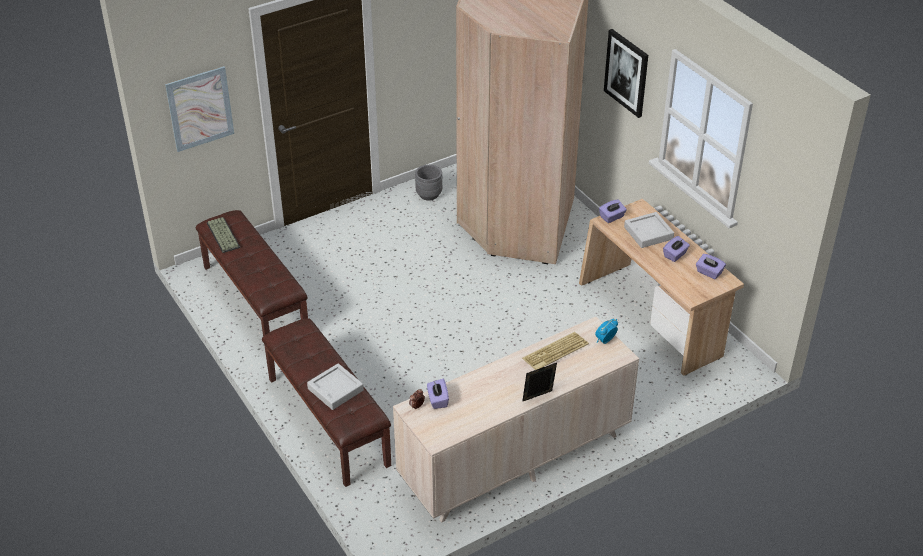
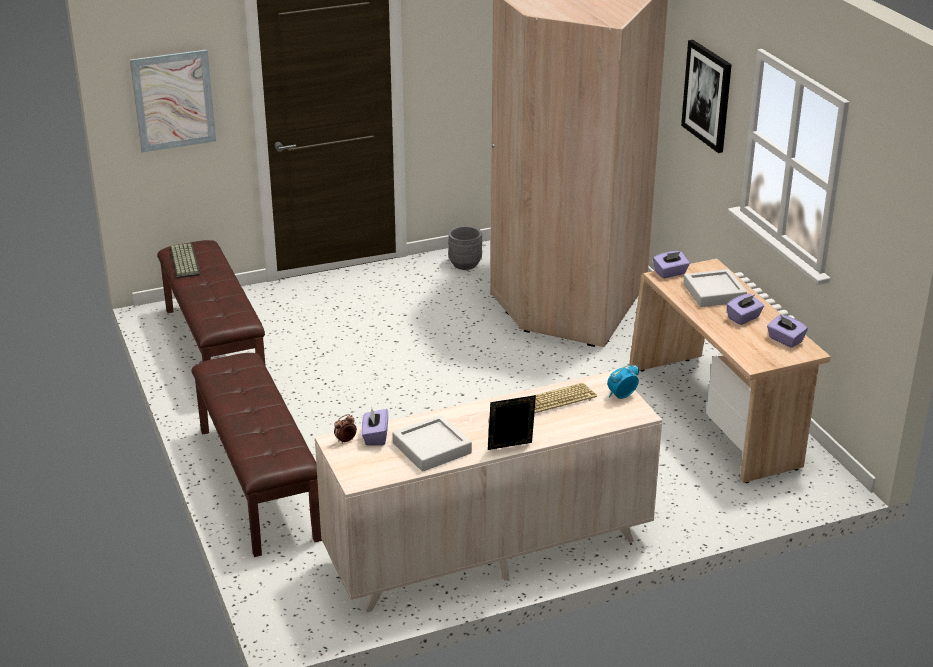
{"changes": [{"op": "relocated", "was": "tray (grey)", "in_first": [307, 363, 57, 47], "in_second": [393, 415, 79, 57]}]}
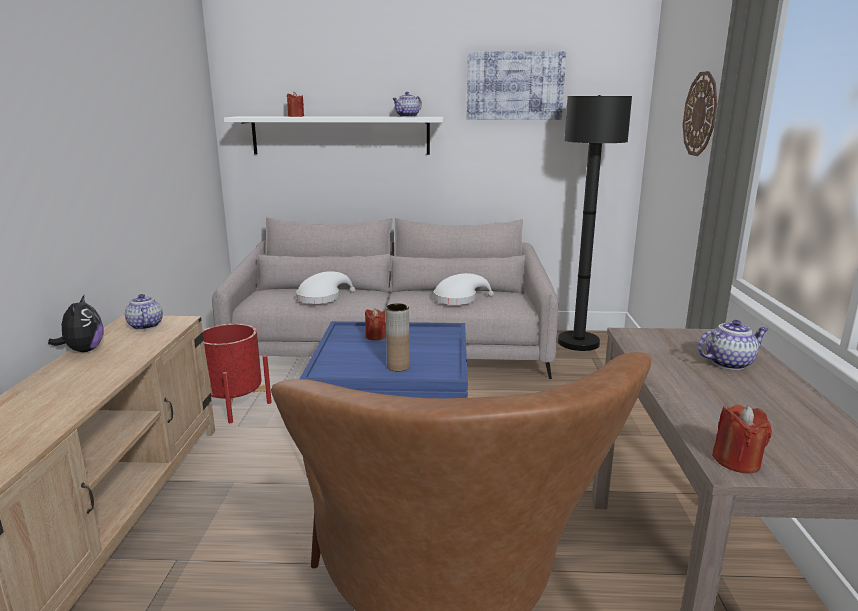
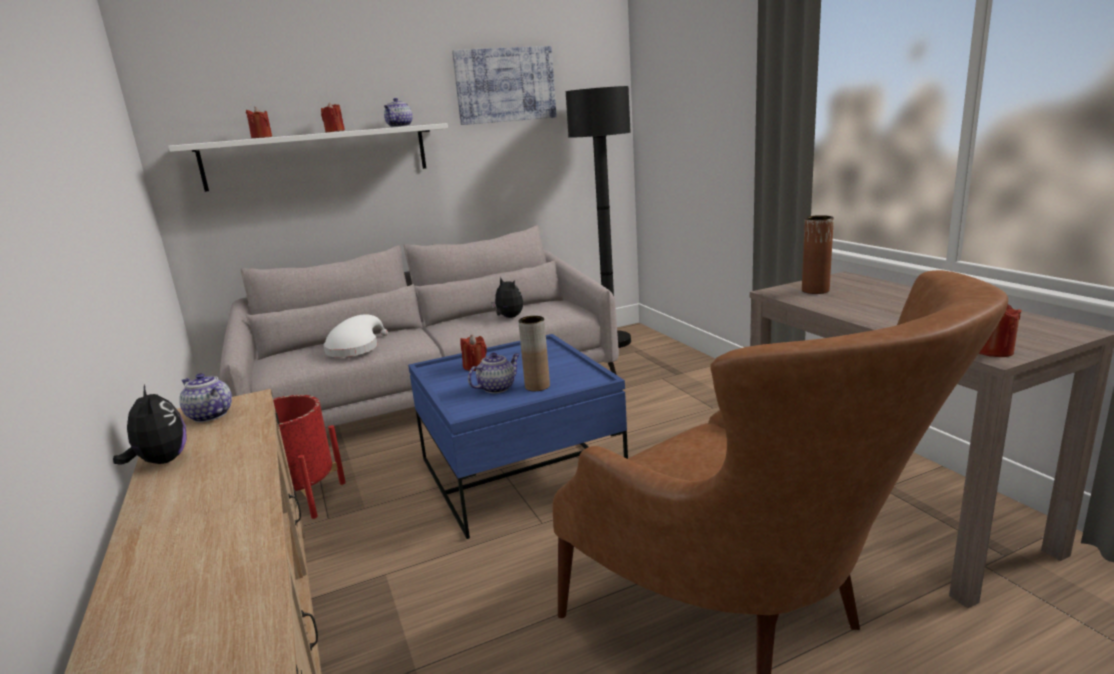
{"changes": [{"op": "missing", "was": "wall clock", "in_first": [683, 71, 34, 85]}, {"op": "appeared", "now": "candle (red)", "in_second": [321, 102, 24, 31]}, {"op": "appeared", "now": "vase (brown)", "in_second": [802, 215, 32, 79]}, {"op": "relocated", "was": "teapot", "in_first": [698, 320, 70, 50], "in_second": [468, 353, 52, 40]}, {"op": "exchanged", "was": "hat (white)", "now": "plush toy", "in_first": [433, 273, 61, 32], "in_second": [491, 277, 32, 41]}]}
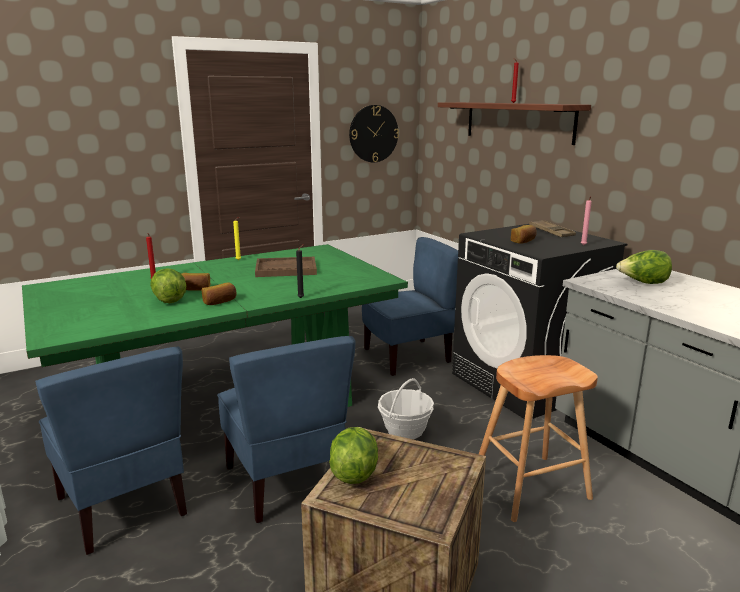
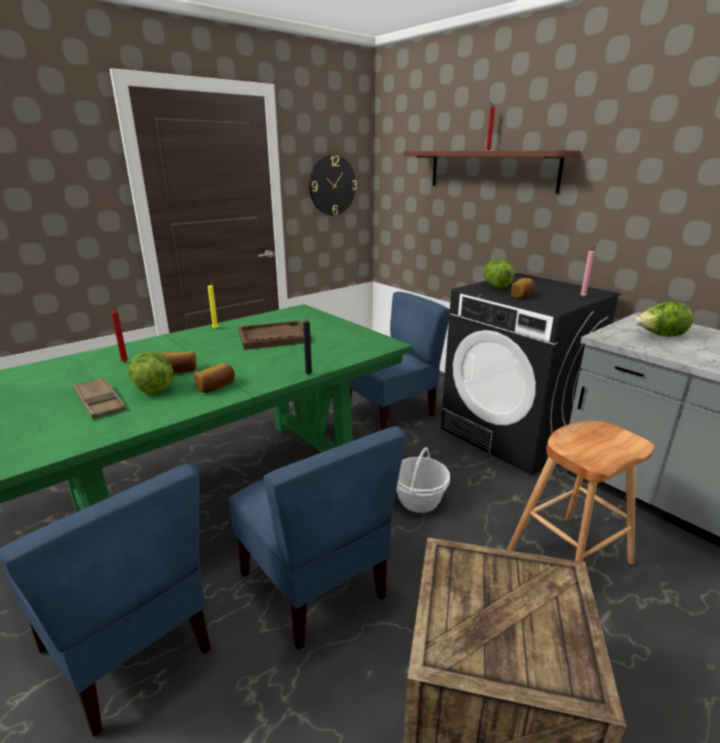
{"changes": [{"op": "relocated", "was": "lettuce", "in_first": [329, 427, 49, 57], "in_second": [483, 258, 31, 31]}, {"op": "relocated", "was": "tray (brown)", "in_first": [529, 220, 47, 17], "in_second": [73, 377, 53, 42]}]}
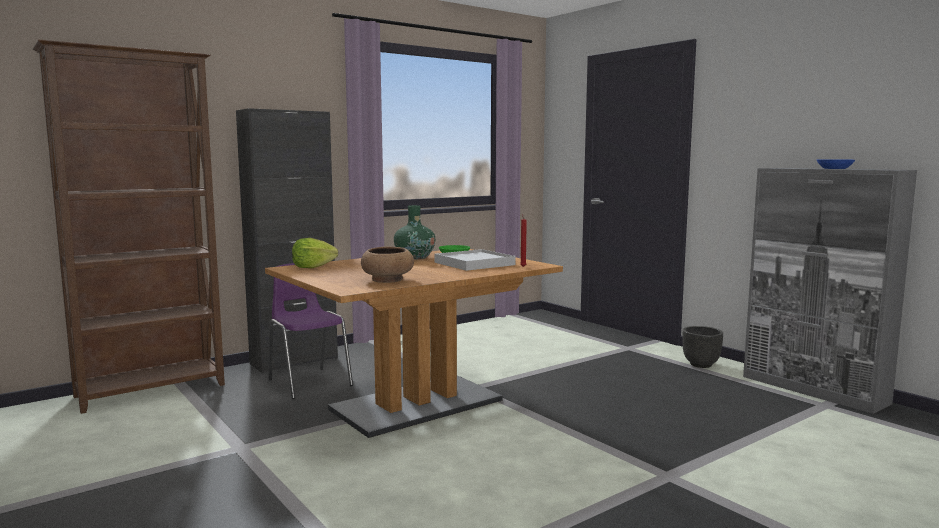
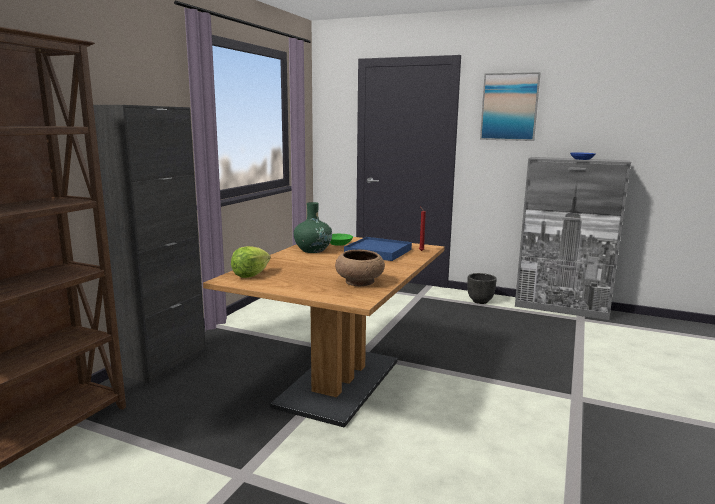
{"changes": [{"op": "missing", "was": "chair (purple)", "in_first": [269, 263, 84, 136]}, {"op": "appeared", "now": "picture", "in_second": [480, 72, 61, 69]}, {"op": "colour", "was": "tray (white)", "now": "tray (blue)", "in_first": [434, 249, 82, 22], "in_second": [344, 237, 68, 24]}]}
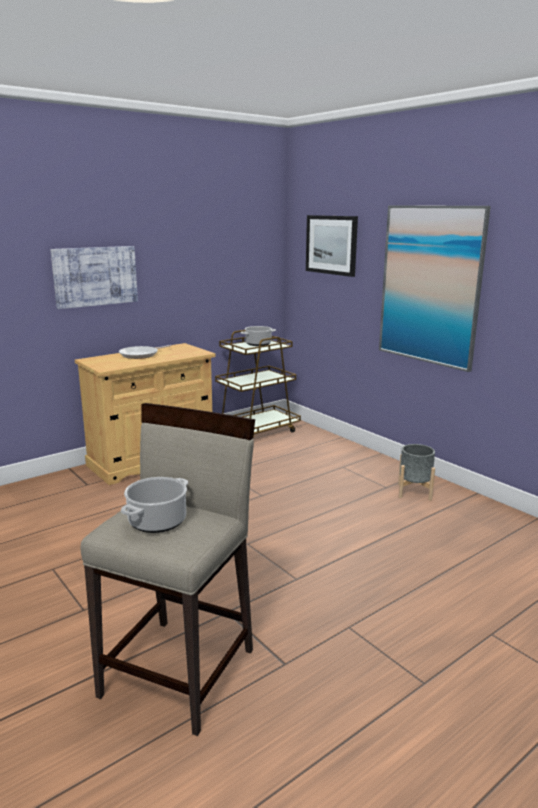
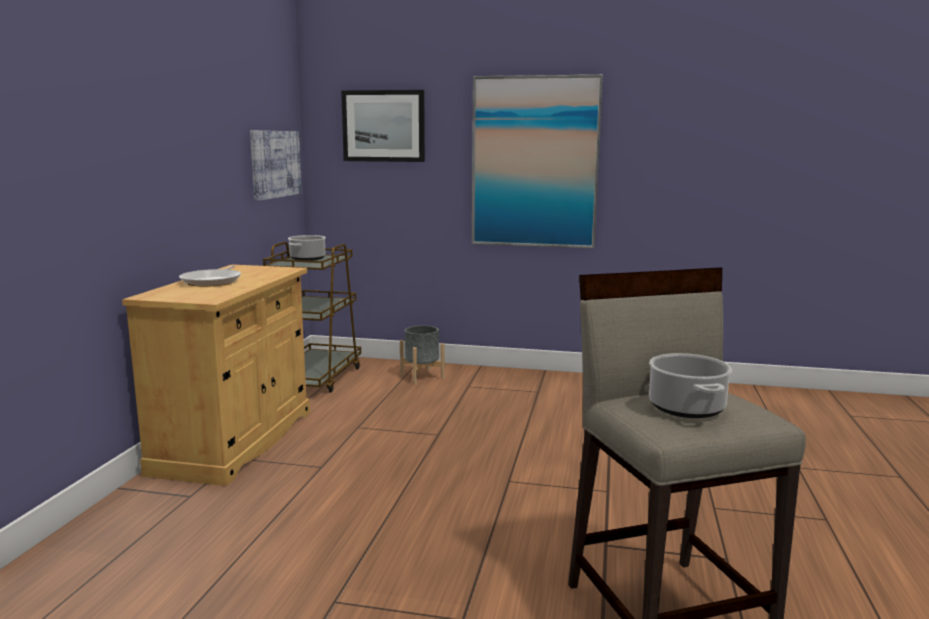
{"changes": [{"op": "relocated", "was": "picture", "in_first": [50, 246, 88, 63], "in_second": [250, 130, 52, 71]}, {"op": "relocated", "was": "planter (grey)", "in_first": [398, 444, 37, 57], "in_second": [400, 325, 44, 59]}]}
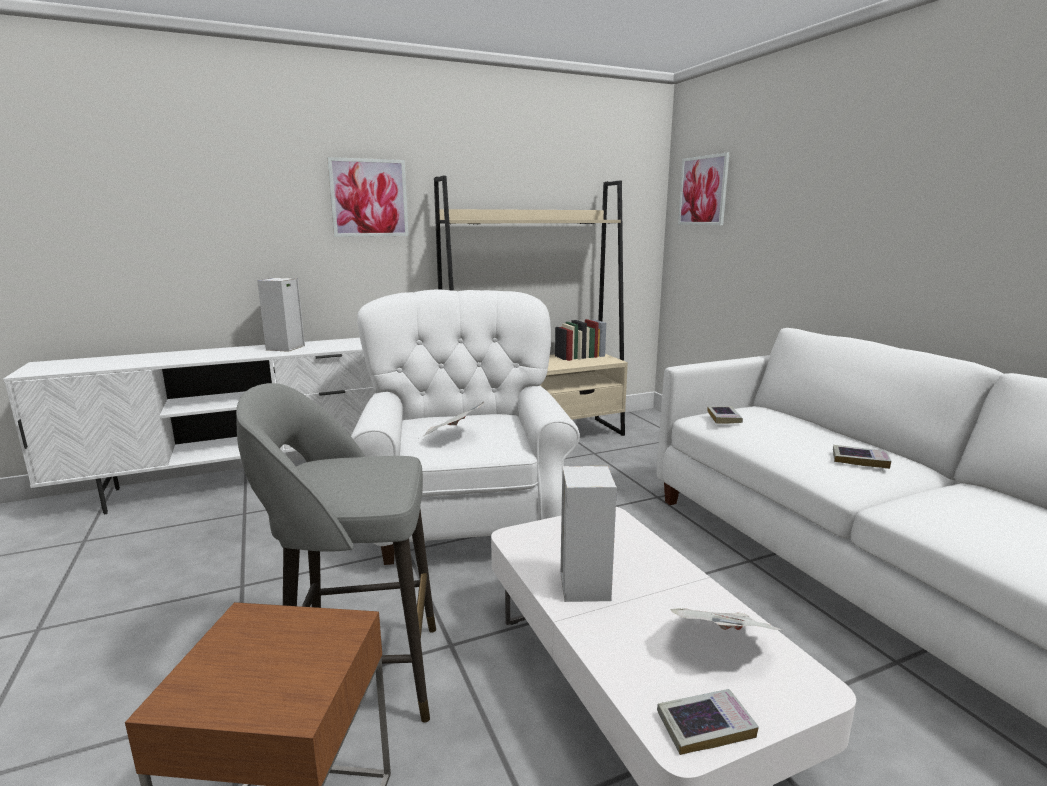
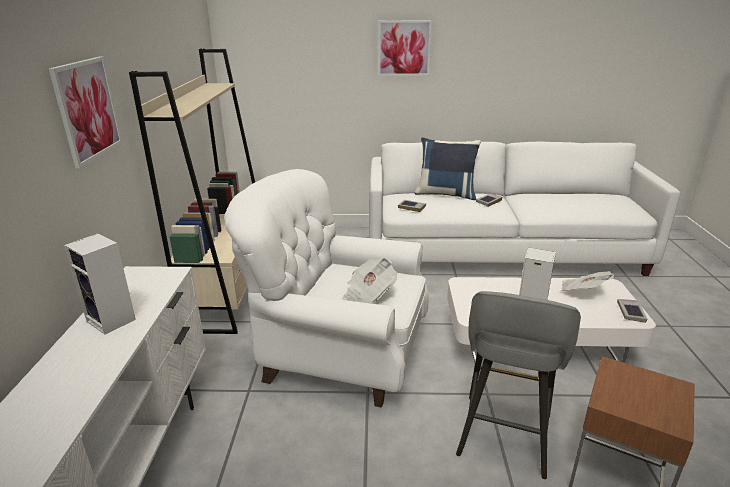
{"changes": [{"op": "appeared", "now": "pillow (blue)", "in_second": [415, 137, 66, 63]}, {"op": "relocated", "was": "picture", "in_first": [678, 153, 52, 72], "in_second": [378, 20, 54, 56]}]}
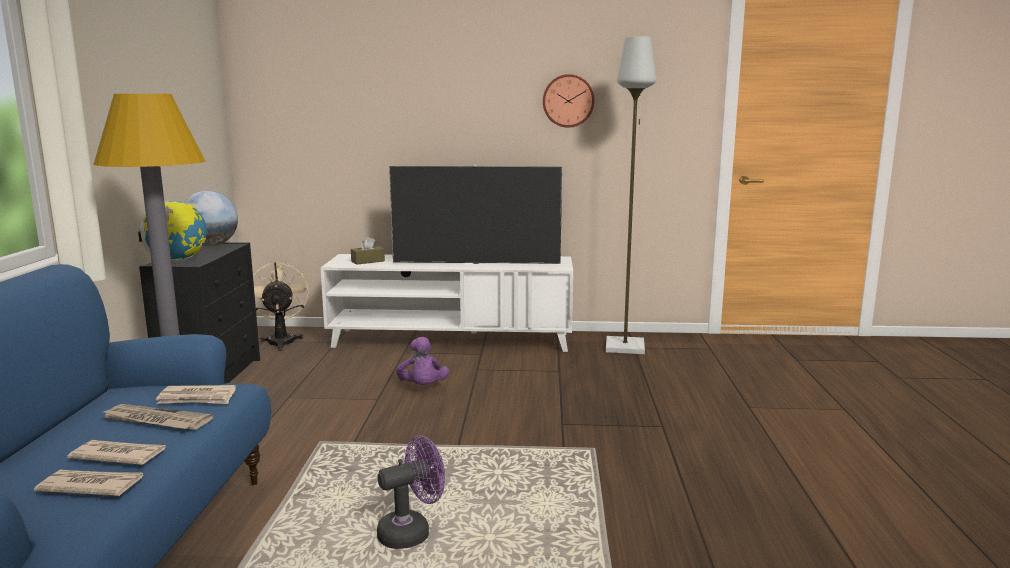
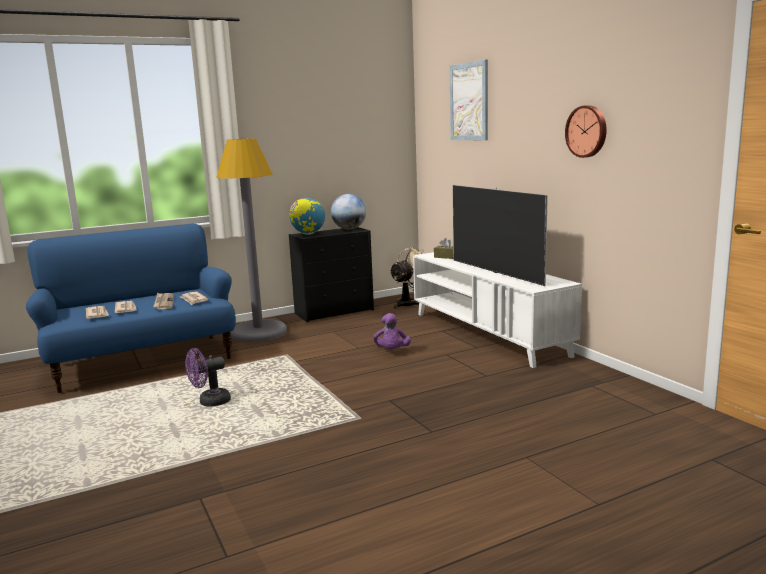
{"changes": [{"op": "missing", "was": "floor lamp (grey)", "in_first": [606, 36, 50, 318]}, {"op": "appeared", "now": "picture", "in_second": [450, 60, 38, 80]}, {"op": "spun", "was": "fan (purple)", "in_first": [377, 435, 68, 114], "in_second": [185, 348, 46, 59], "clockwise": 120}, {"op": "spun", "was": "plush toy (purple)", "in_first": [396, 337, 53, 48], "in_second": [373, 313, 38, 36], "clockwise": -45}]}
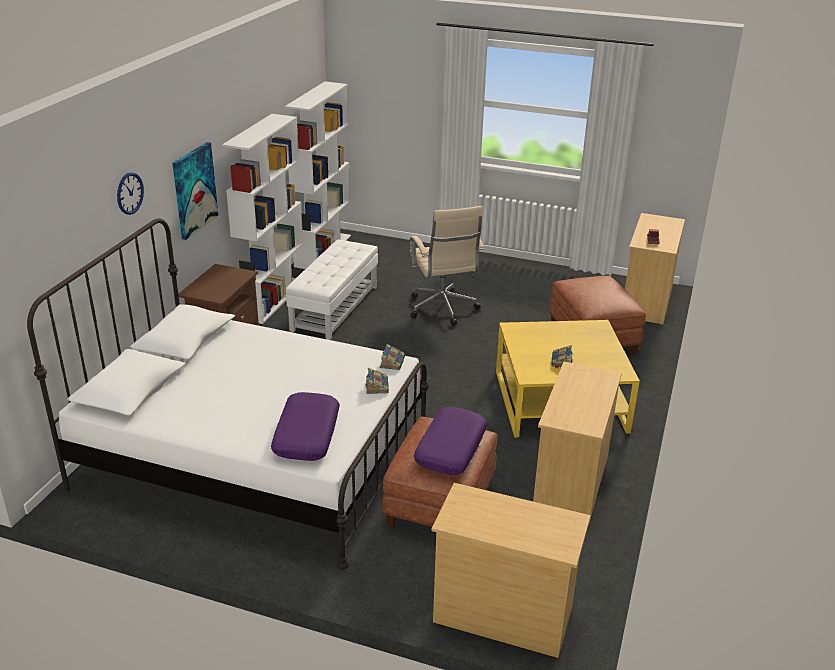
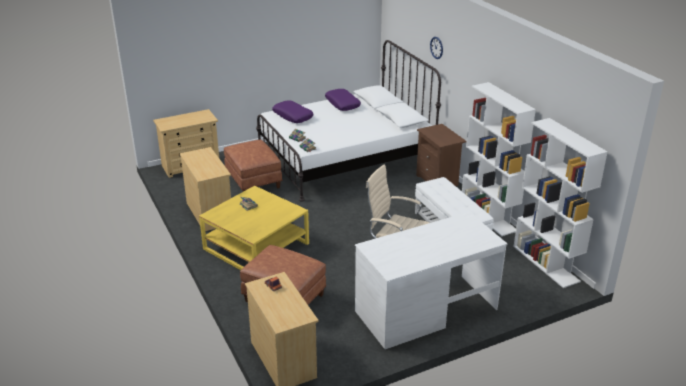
{"changes": [{"op": "missing", "was": "picture", "in_first": [172, 142, 46, 98]}, {"op": "appeared", "now": "desk (white)", "in_second": [355, 212, 152, 137]}, {"op": "relocated", "was": "pillow (purple)", "in_first": [414, 407, 73, 68], "in_second": [325, 89, 36, 22]}]}
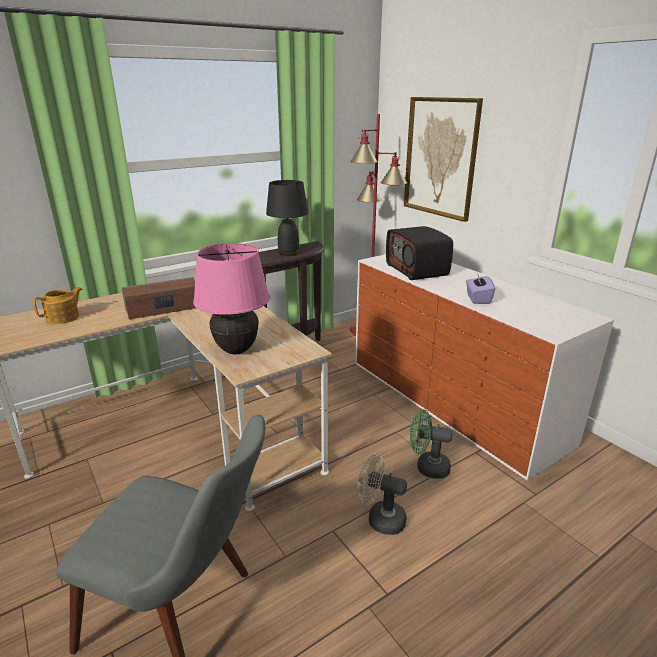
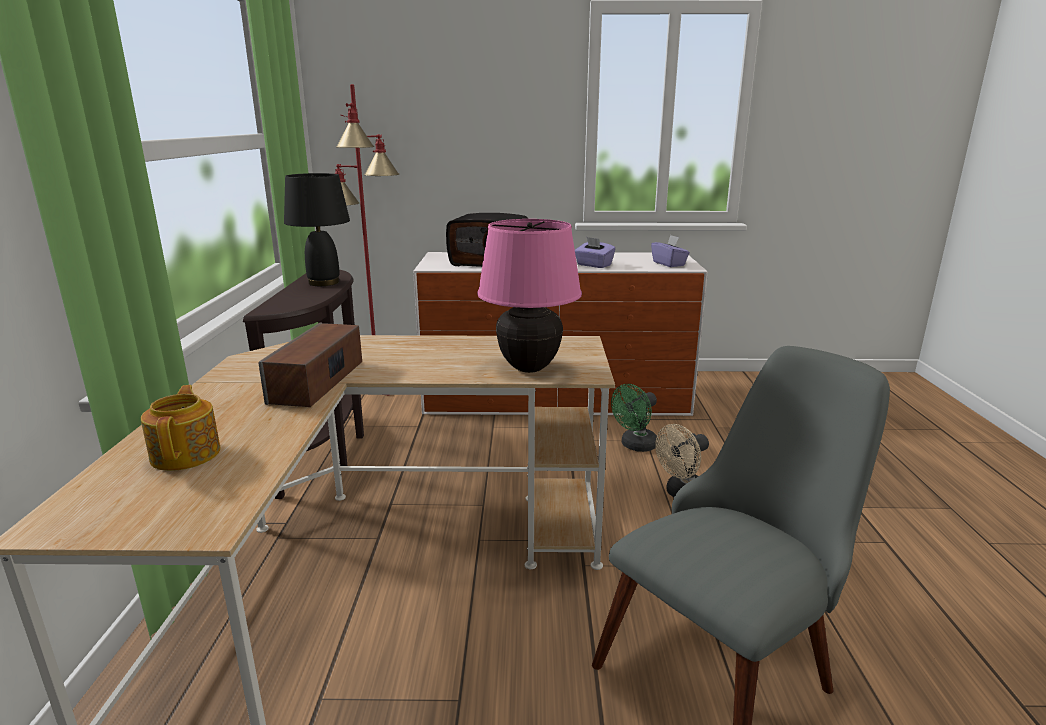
{"changes": [{"op": "missing", "was": "picture", "in_first": [404, 97, 79, 125]}, {"op": "appeared", "now": "tissue box (purple)", "in_second": [651, 235, 39, 32]}]}
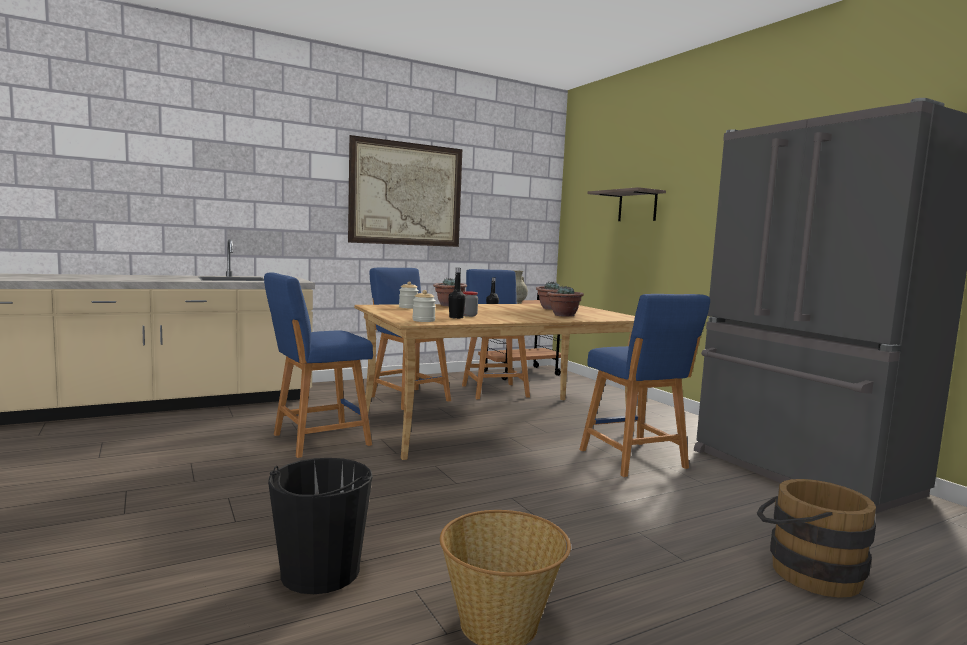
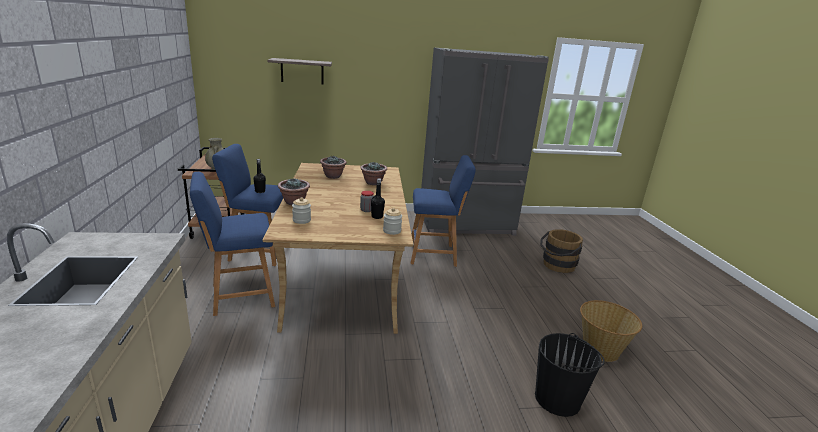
{"changes": [{"op": "missing", "was": "stool (blue)", "in_first": [264, 272, 109, 186]}, {"op": "missing", "was": "picture", "in_first": [348, 135, 114, 112]}]}
